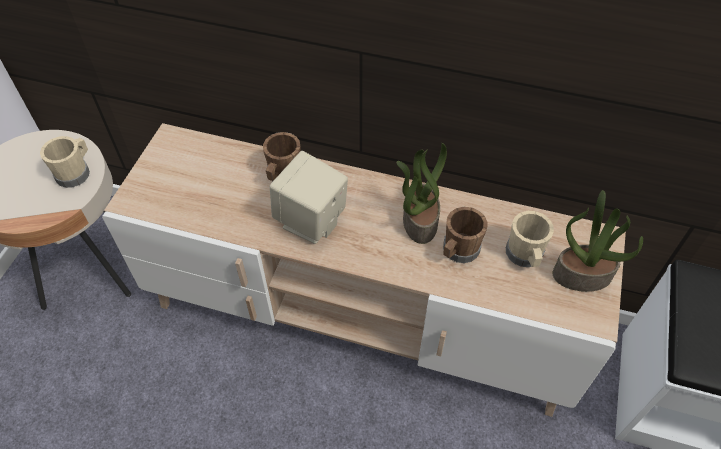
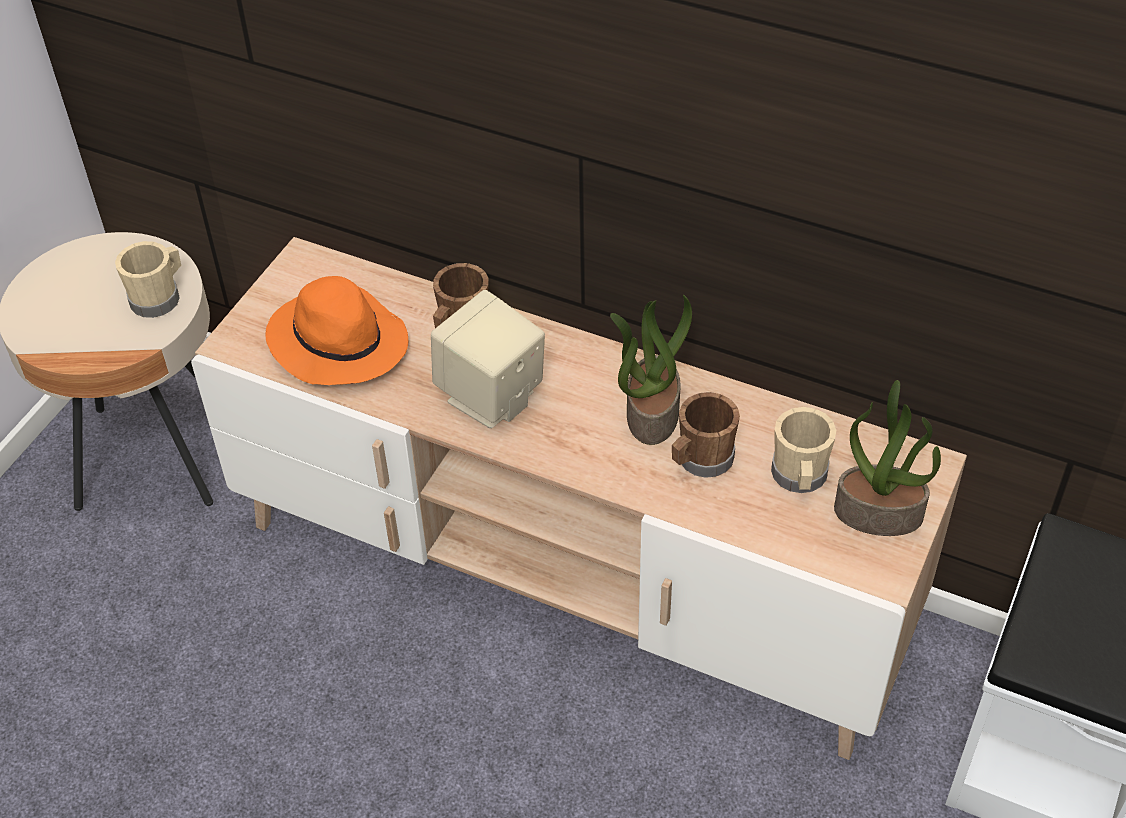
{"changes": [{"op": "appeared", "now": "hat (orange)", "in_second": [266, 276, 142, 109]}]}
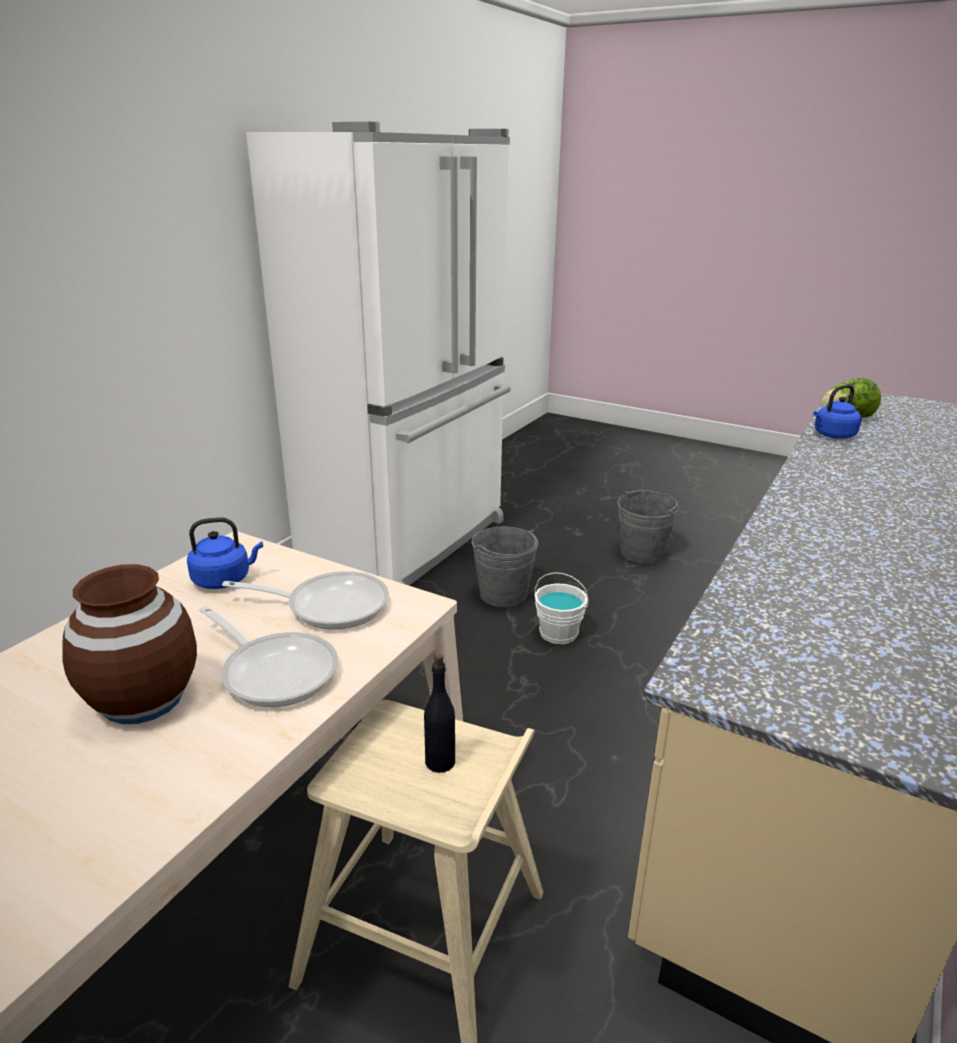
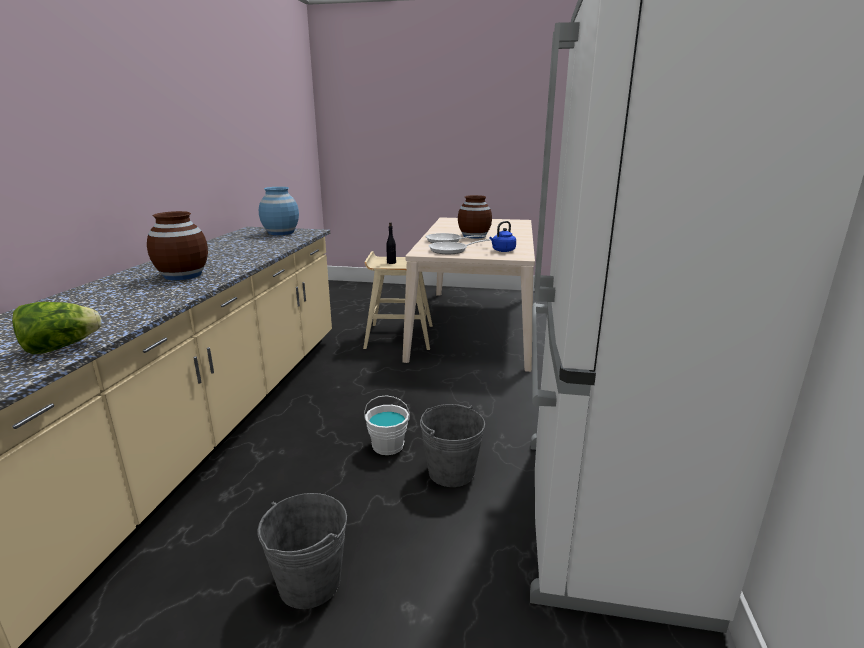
{"changes": [{"op": "missing", "was": "kettle (blue)", "in_first": [813, 385, 49, 54]}, {"op": "appeared", "now": "vase (brown)", "in_second": [147, 211, 61, 69]}, {"op": "appeared", "now": "vase (blue)", "in_second": [259, 187, 40, 48]}]}
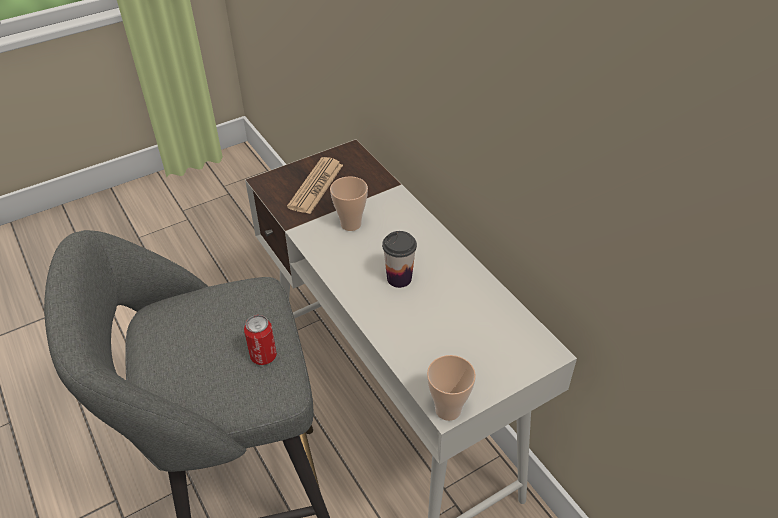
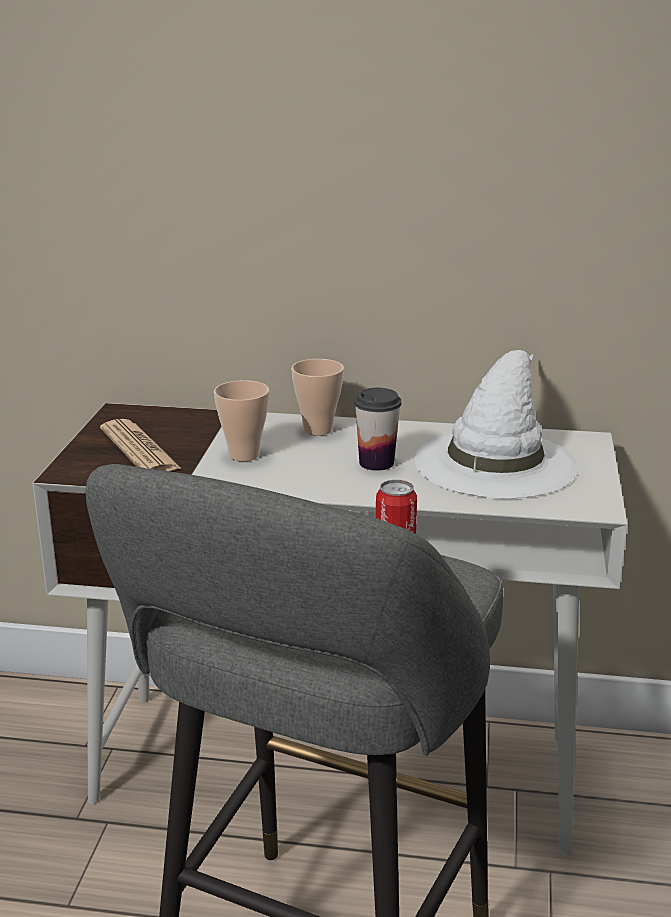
{"changes": [{"op": "appeared", "now": "hat (white)", "in_second": [414, 350, 164, 149]}, {"op": "relocated", "was": "cup", "in_first": [427, 355, 49, 66], "in_second": [291, 359, 53, 77]}]}
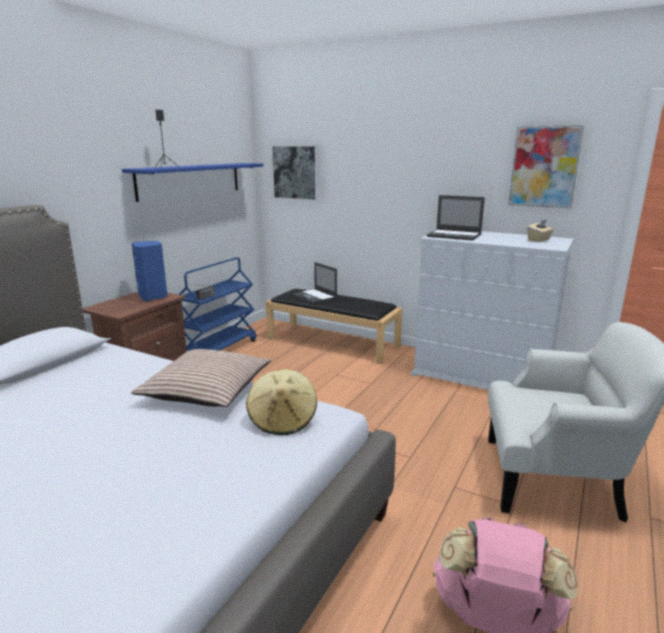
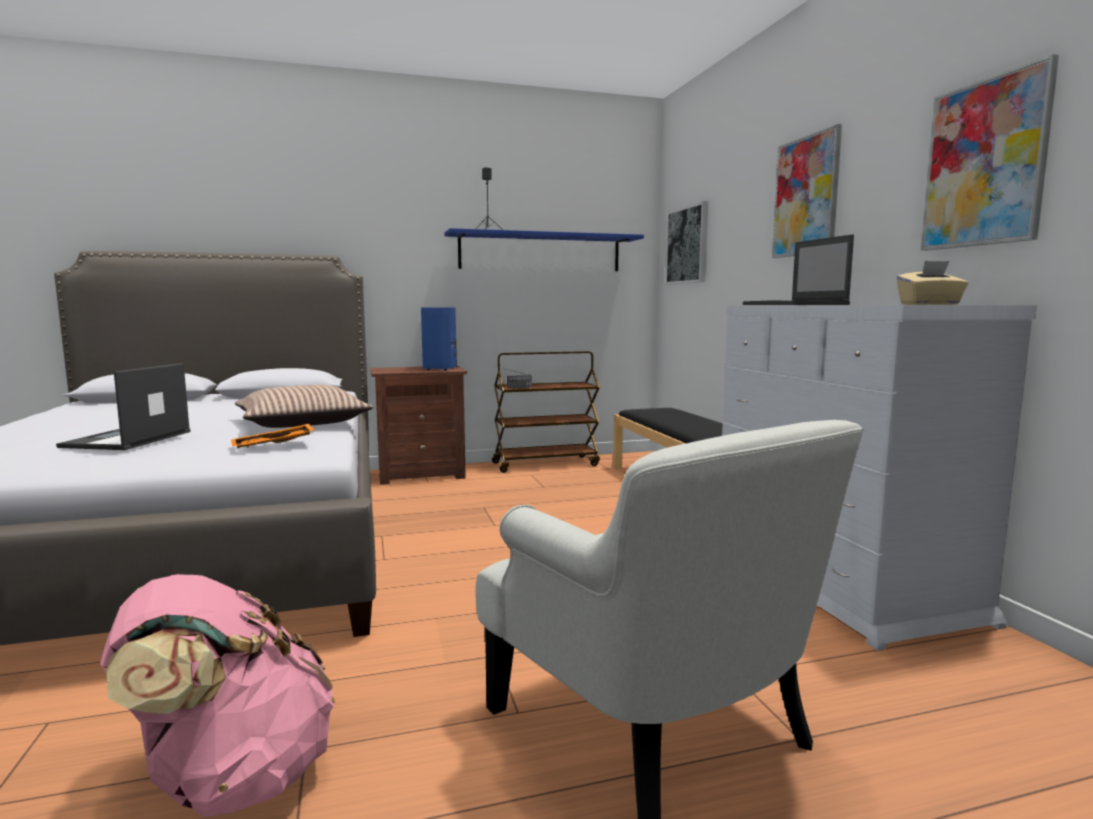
{"changes": [{"op": "appeared", "now": "picture", "in_second": [772, 124, 70, 134]}, {"op": "relocated", "was": "laptop", "in_first": [292, 262, 45, 42], "in_second": [56, 363, 135, 87]}, {"op": "exchanged", "was": "hat (beige)", "now": "tray (orange)", "in_first": [246, 369, 71, 66], "in_second": [231, 424, 84, 24]}, {"op": "colour", "was": "cart (blue)", "now": "cart (brown)", "in_first": [178, 257, 78, 94], "in_second": [492, 351, 108, 122]}]}
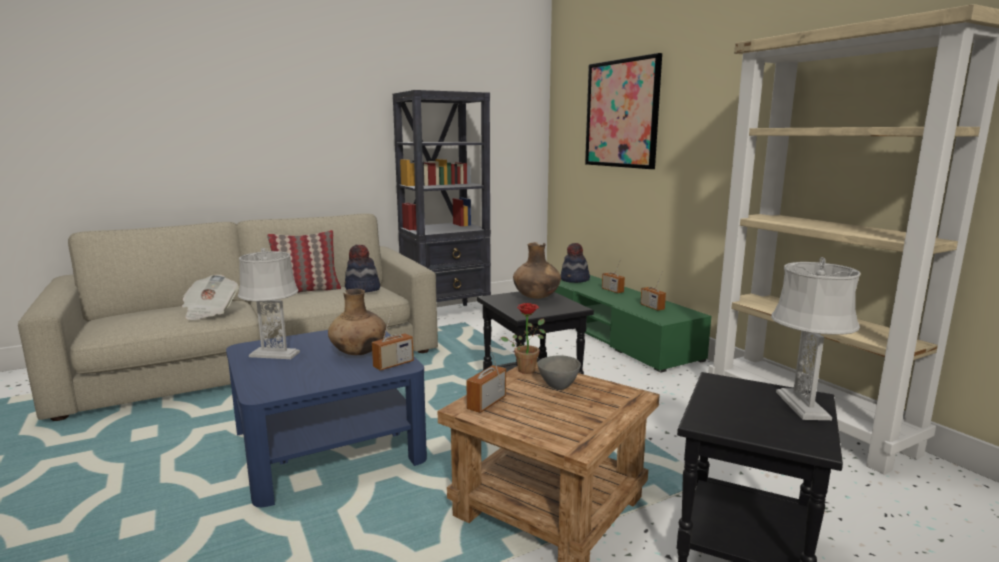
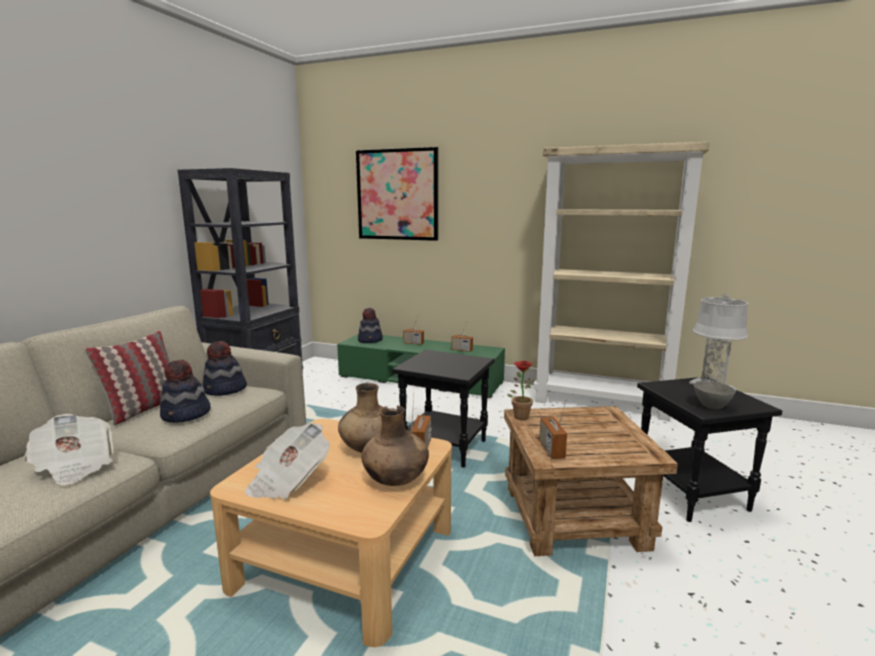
{"changes": [{"op": "appeared", "now": "hat", "in_second": [160, 360, 51, 63]}, {"op": "relocated", "was": "vase (brown)", "in_first": [513, 242, 48, 57], "in_second": [361, 405, 68, 81]}, {"op": "relocated", "was": "bowl (grey)", "in_first": [537, 355, 44, 35], "in_second": [694, 381, 42, 28]}, {"op": "exchanged", "was": "table lamp (grey)", "now": "newspaper", "in_first": [238, 248, 62, 111], "in_second": [245, 423, 85, 77]}, {"op": "colour", "was": "coffee table (blue)", "now": "coffee table (beige)", "in_first": [226, 330, 201, 177], "in_second": [210, 419, 242, 228]}]}
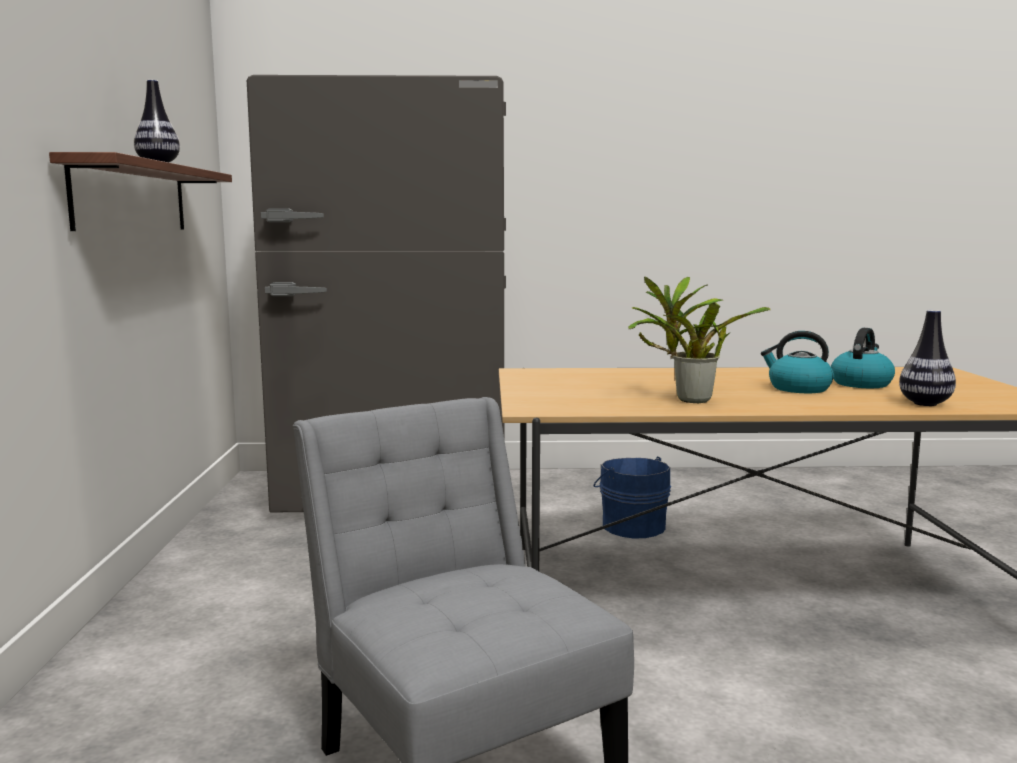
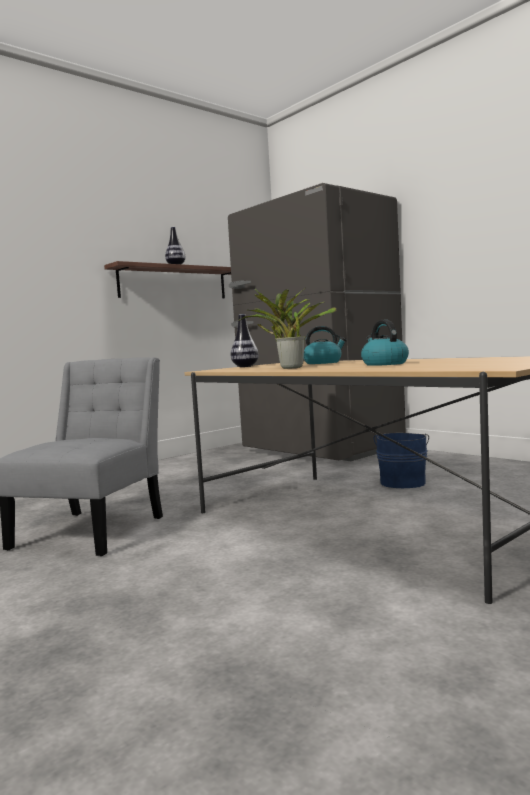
{"changes": [{"op": "relocated", "was": "kettle", "in_first": [831, 328, 64, 60], "in_second": [304, 326, 42, 38]}, {"op": "relocated", "was": "vase", "in_first": [899, 310, 57, 96], "in_second": [231, 314, 28, 53]}]}
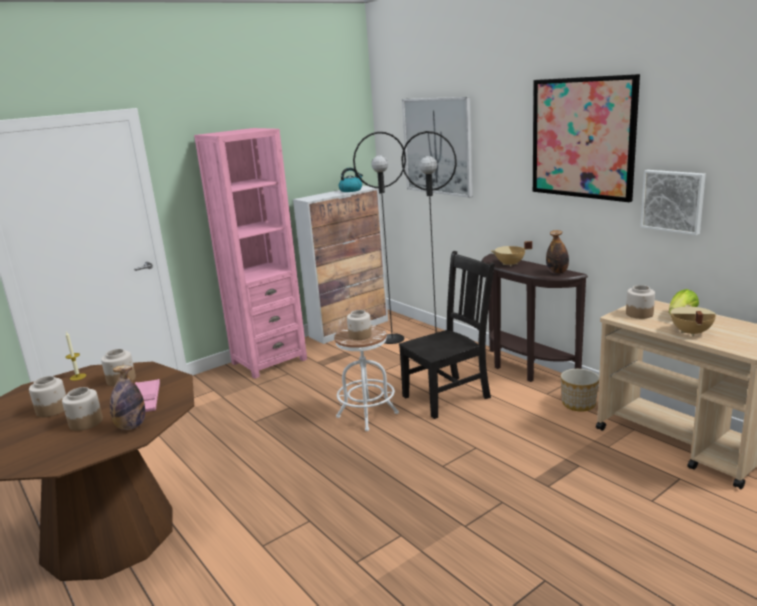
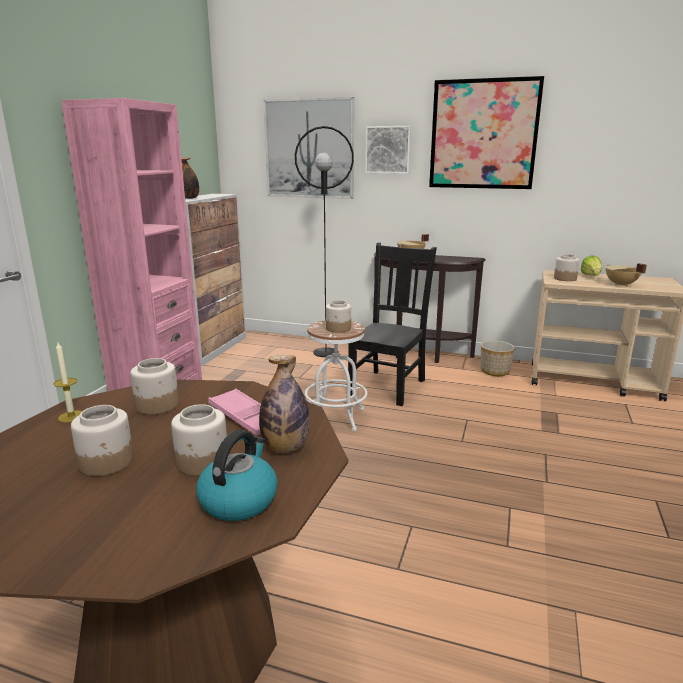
{"changes": [{"op": "missing", "was": "floor lamp (black)", "in_first": [353, 132, 53, 212]}, {"op": "relocated", "was": "kettle", "in_first": [339, 168, 24, 24], "in_second": [196, 430, 82, 91]}, {"op": "relocated", "was": "bottle", "in_first": [546, 230, 23, 44], "in_second": [181, 157, 18, 42]}, {"op": "relocated", "was": "picture", "in_first": [640, 170, 66, 65], "in_second": [365, 126, 46, 48]}]}
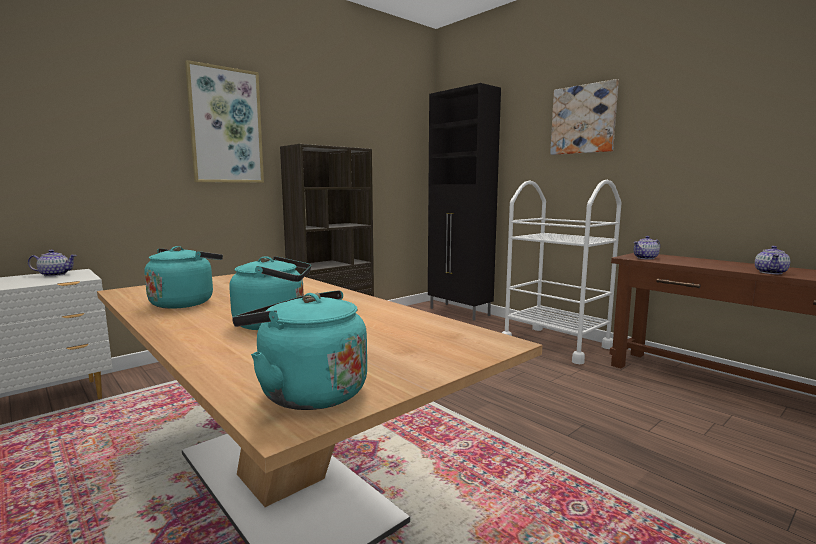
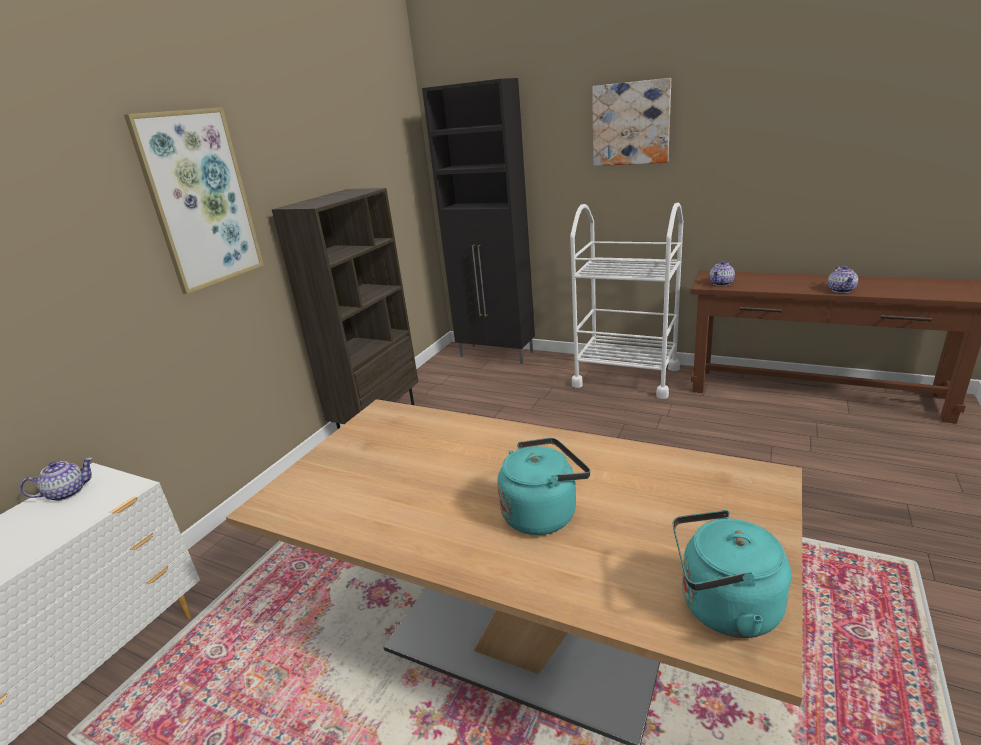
{"changes": [{"op": "missing", "was": "kettle (turquoise)", "in_first": [144, 246, 79, 63]}]}
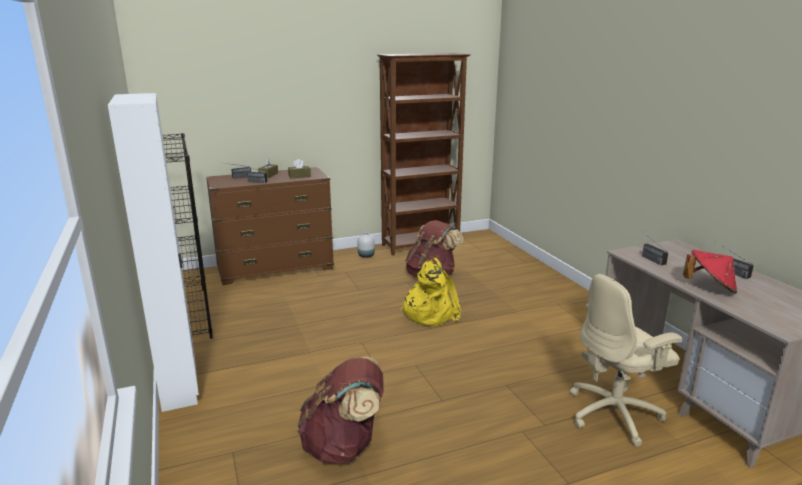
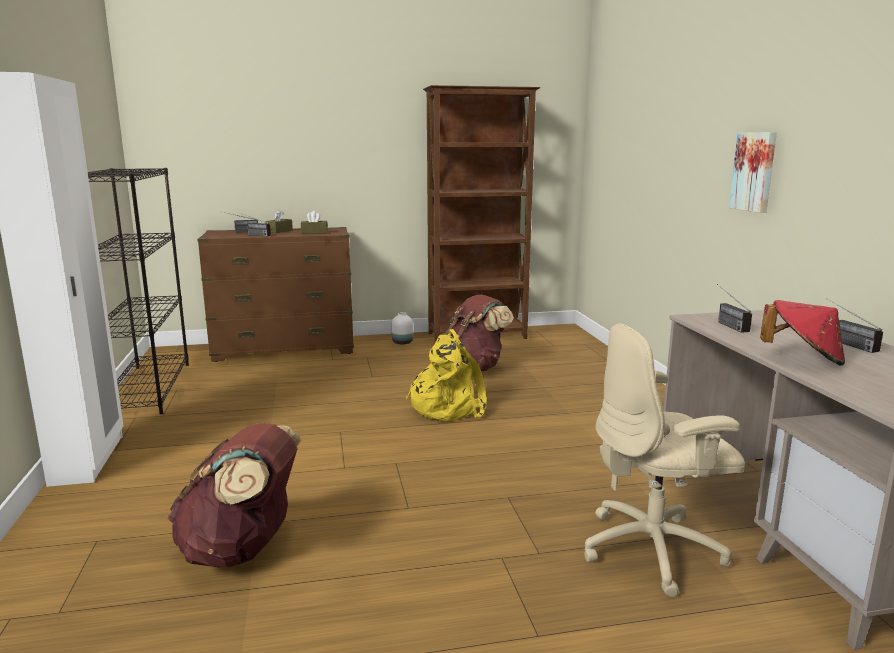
{"changes": [{"op": "appeared", "now": "picture", "in_second": [729, 132, 48, 81]}]}
